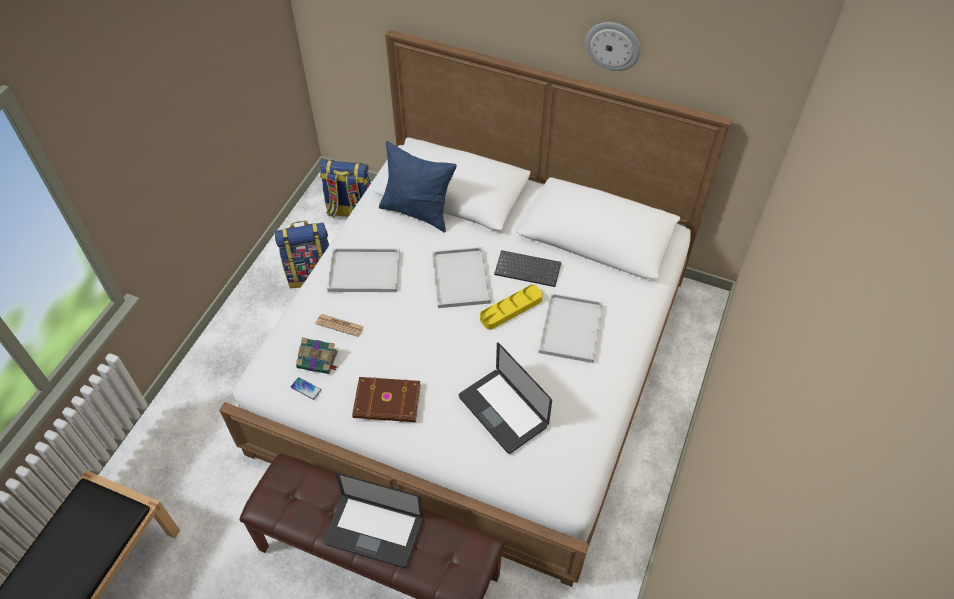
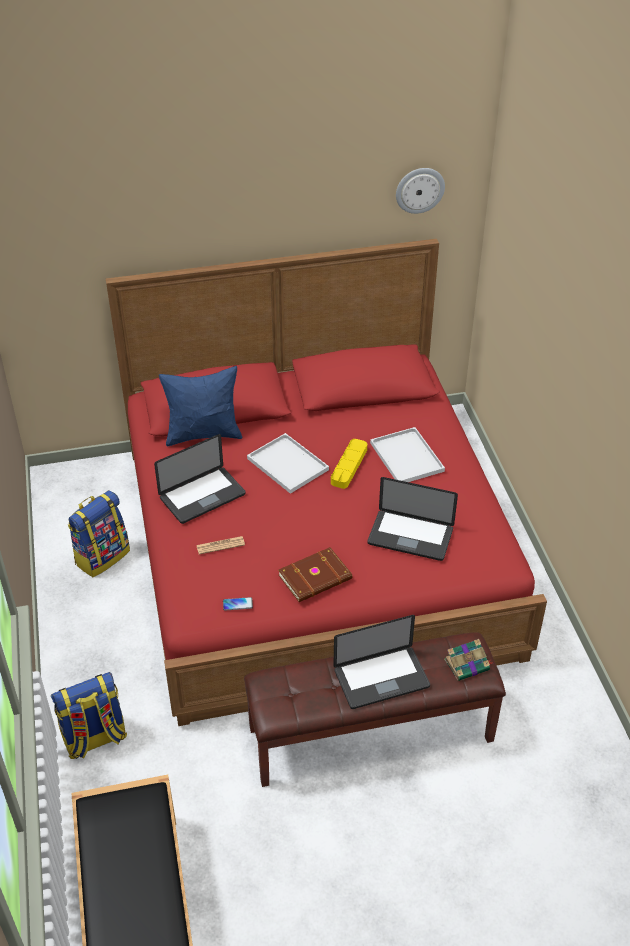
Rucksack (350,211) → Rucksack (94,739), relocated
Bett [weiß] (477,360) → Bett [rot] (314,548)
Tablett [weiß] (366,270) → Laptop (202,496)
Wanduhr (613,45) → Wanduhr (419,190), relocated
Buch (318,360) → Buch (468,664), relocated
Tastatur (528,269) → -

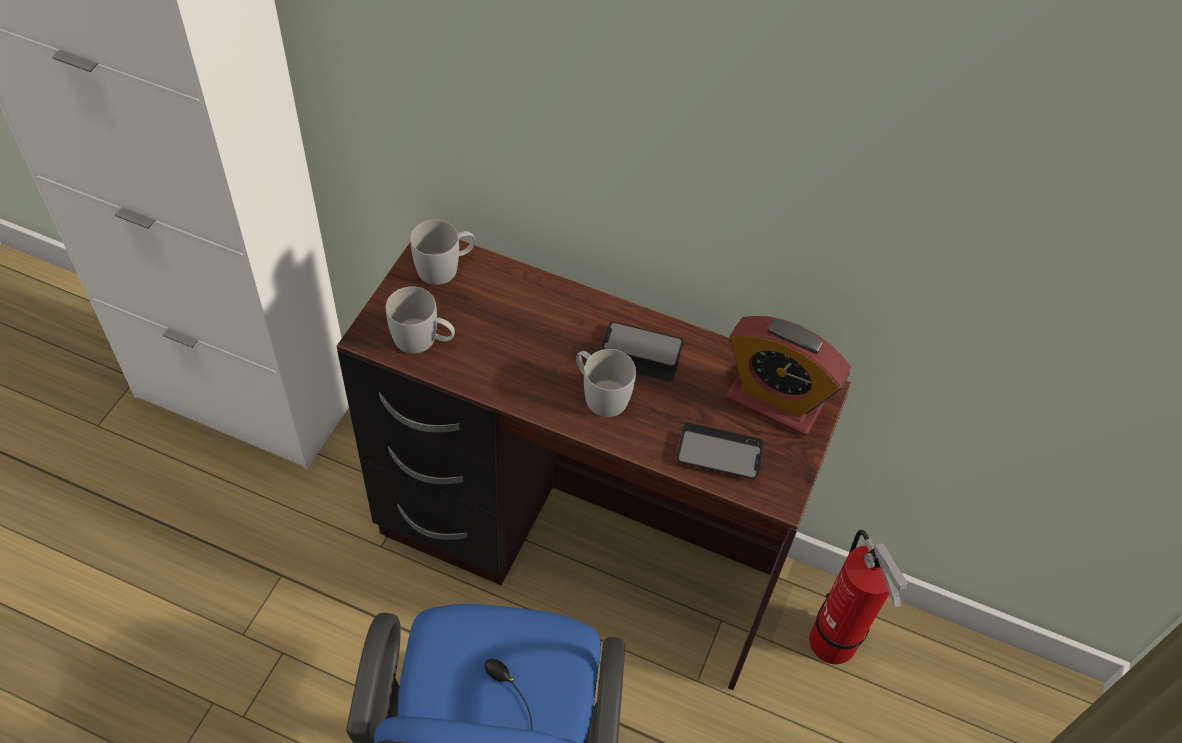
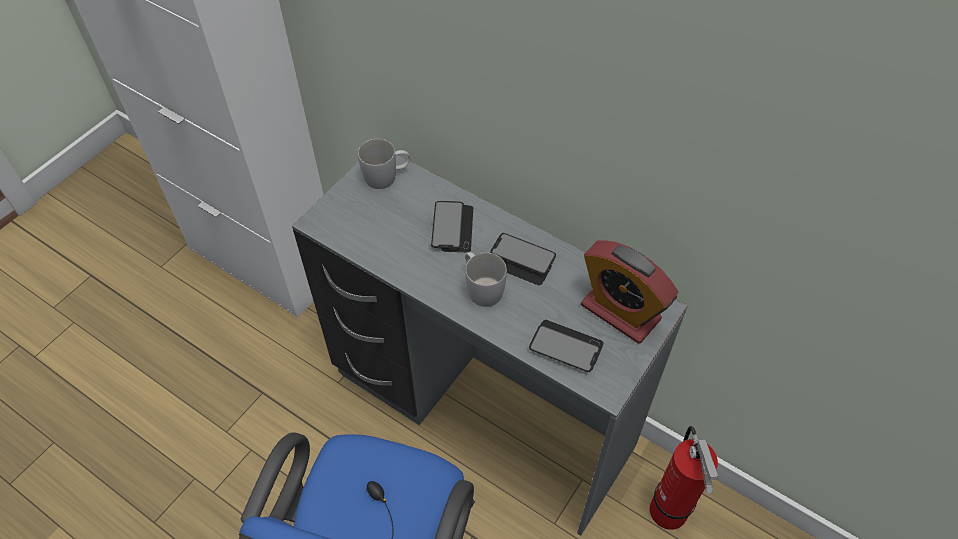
Schreibtisch [braun] (577,556) → Schreibtisch [grau] (481,412)
- → Handy (452,228)
Henkelbecher [weiß] (423,340) → -

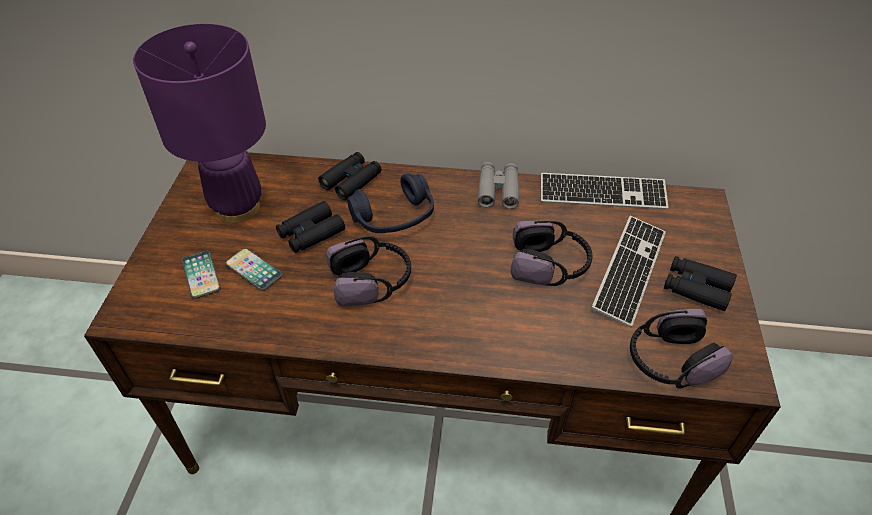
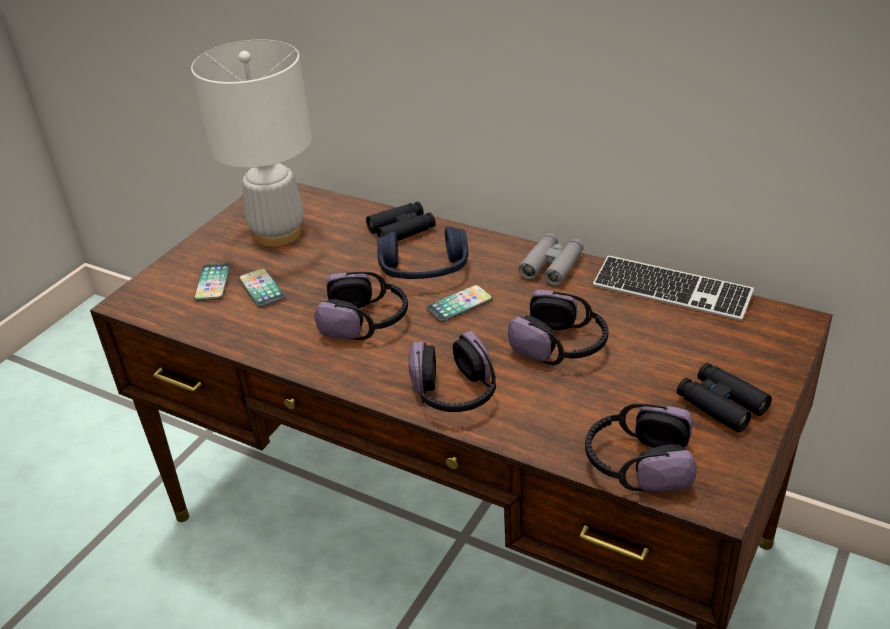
Tischlampe [lila] (237,208) → Tischlampe [weiß] (278,234)
- → Kopfhörer (454,393)
- → Handy (459,304)
Fernglas [schwarz] (311,233) → -
Tastatur (629,271) → -

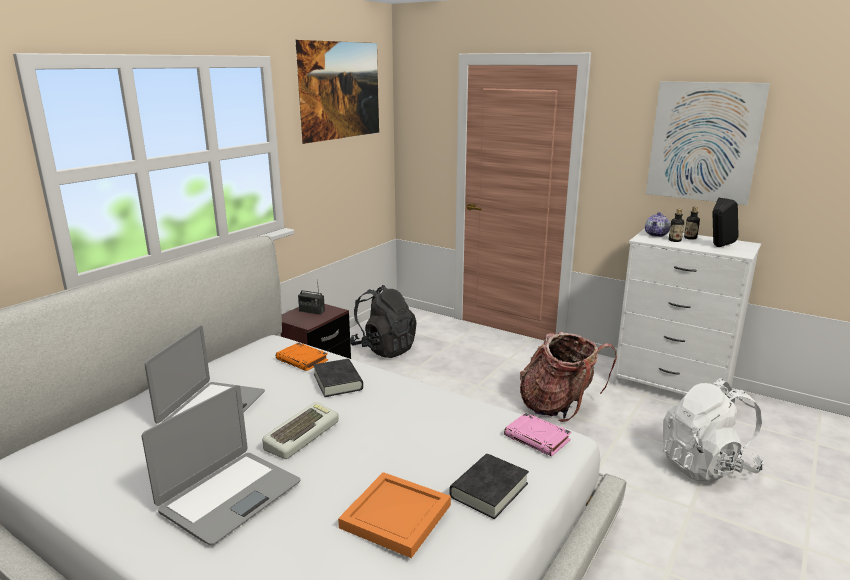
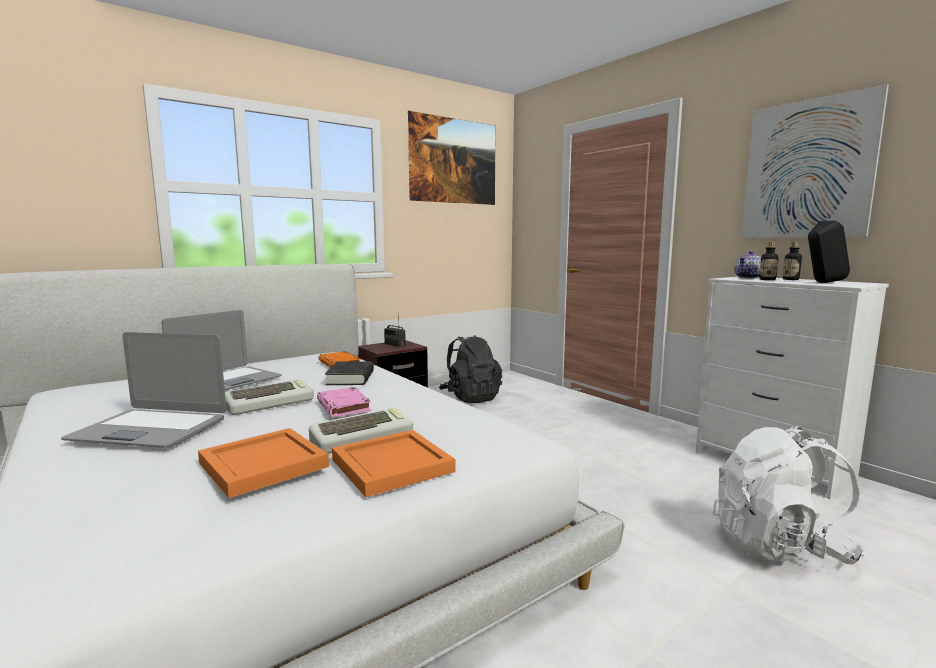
Laptop (229,496) → Laptop (150,429), 45 degrees clockwise
- → Tastatur (362,437)
Buch [rosa] (538,438) → Buch [rosa] (344,406), relocated
Buch [schwarz] (489,490) → Tablett [orange] (390,465)
Rucksack (559,406) → -

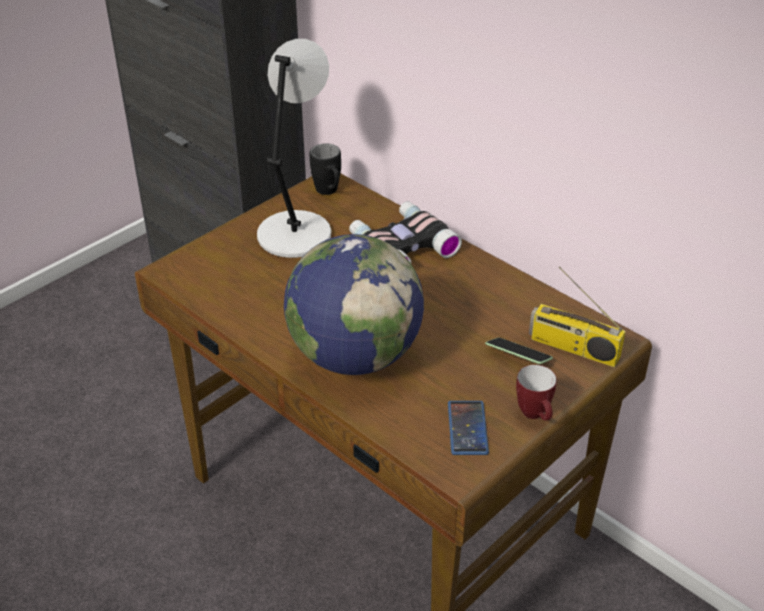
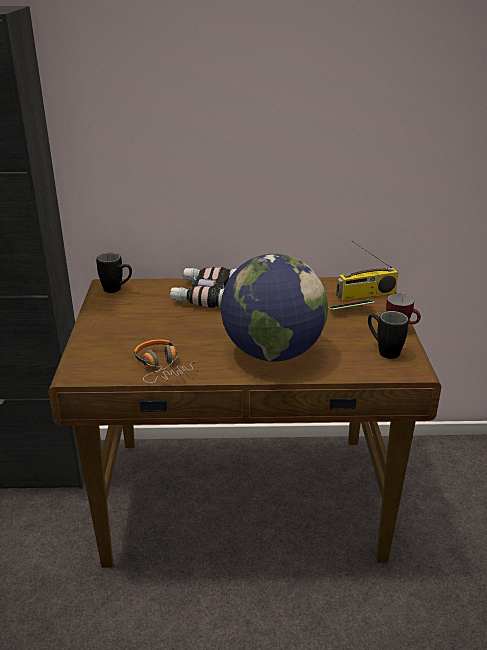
- → Kopfhörer (162,367)
Handy (467,428) → Henkelbecher [schwarz] (383,350)
Tischlampe [grau] (296,232) → -

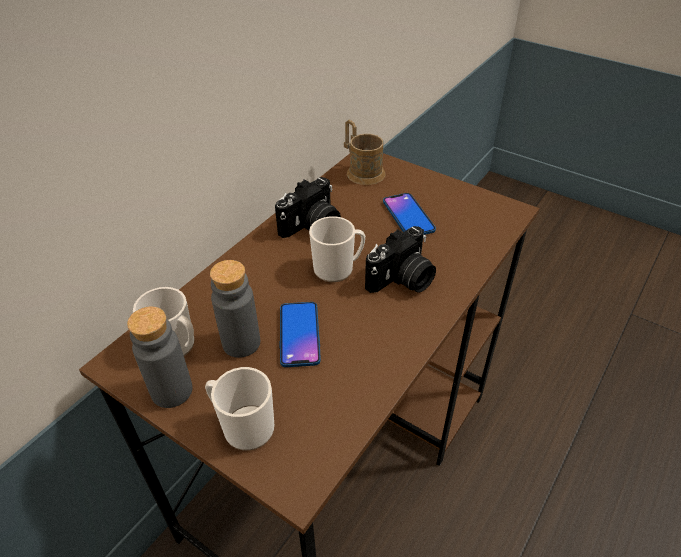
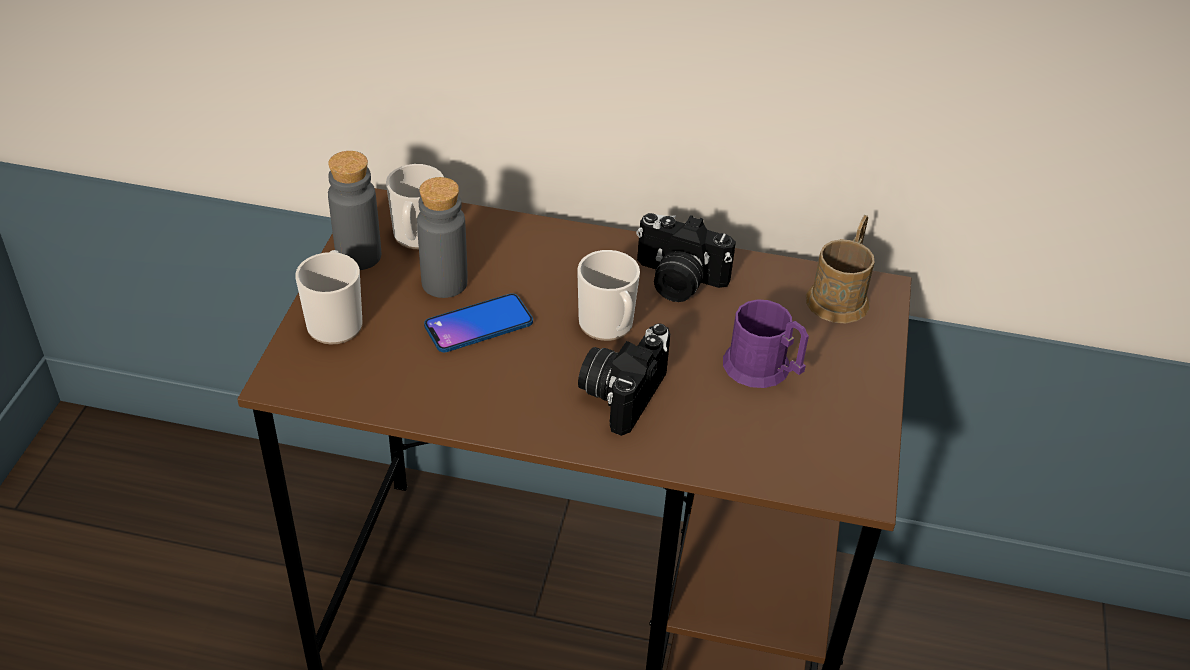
Kamera (402,280) → Kamera (621,393), 90 degrees clockwise
Handy (408,216) → Henkelbecher [lila] (764,369)

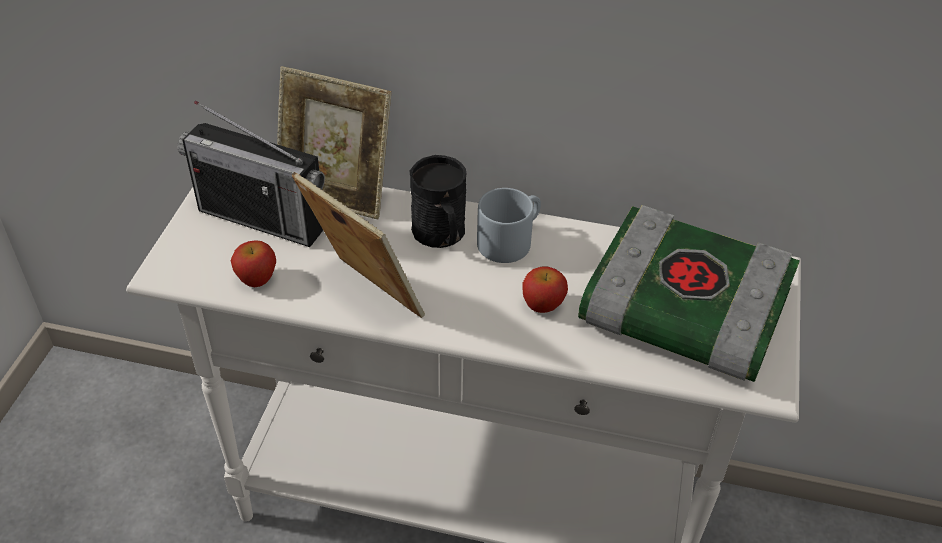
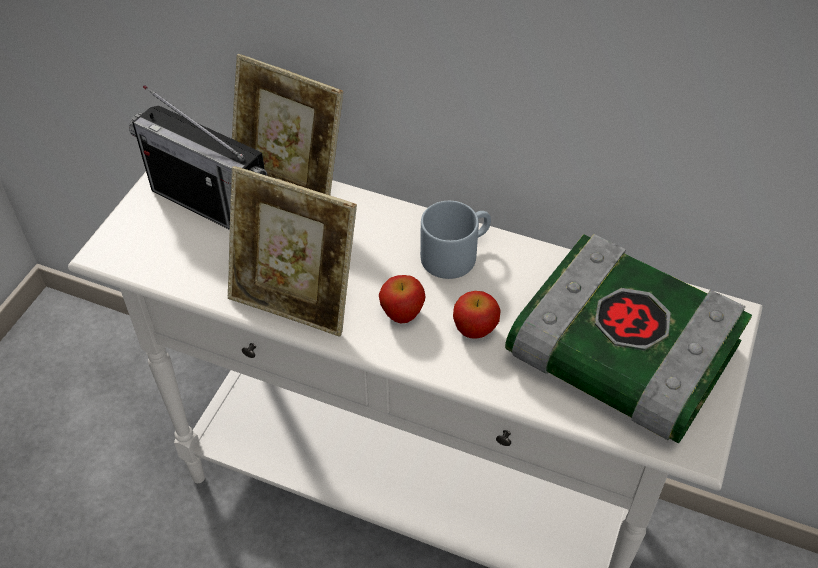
Bilderrahmen (364,297) → Bilderrahmen (295,300), 150 degrees clockwise
Apfel (257,278) → Apfel (402,312), relocated
Henkelbecher [schwarz] (441,234) → -

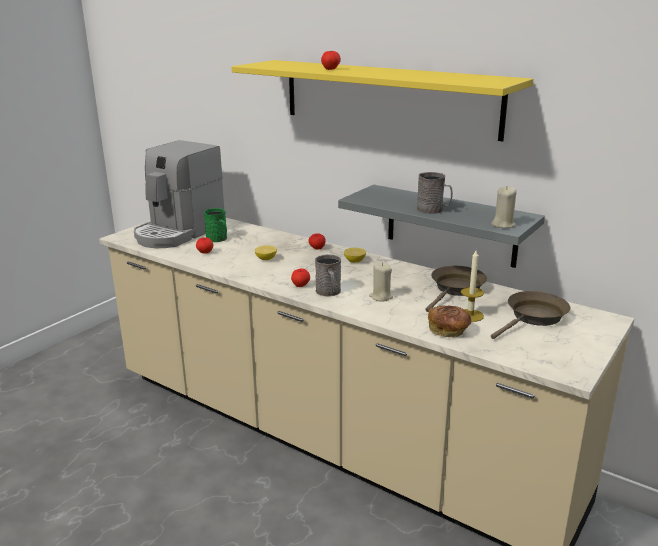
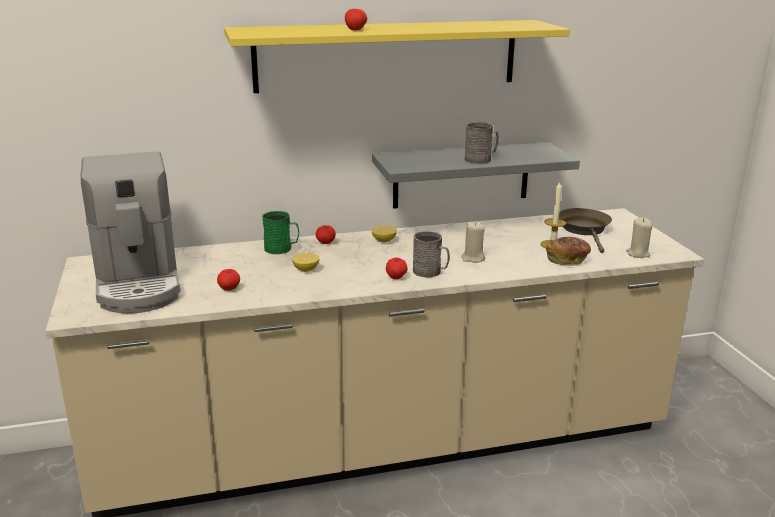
Henkelbecher [grün] (218,239) → Henkelbecher [grün] (282,249), relocated
Kerze [beige] (503,224) → Kerze [beige] (637,254), relocated
Pfanne [braun] (456,289) → -

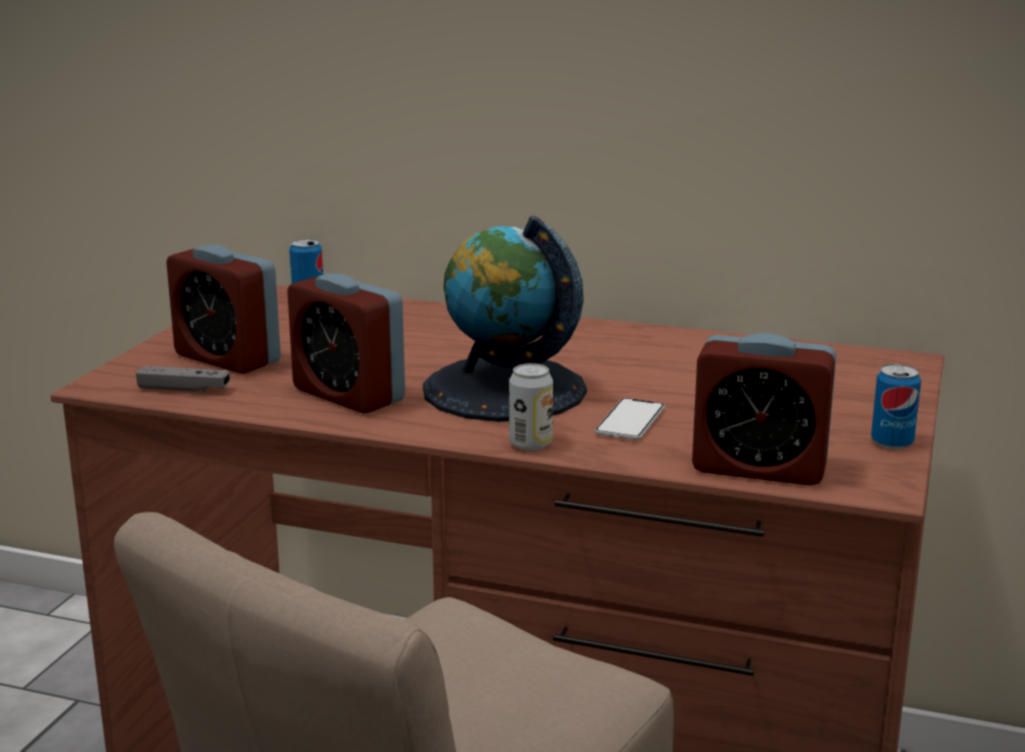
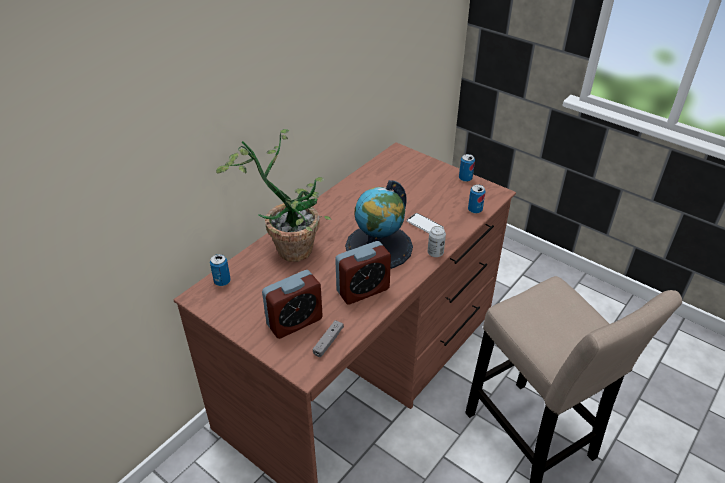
- → Topfpflanze (290,244)
Wecker (759,468) → Dose (475,210)

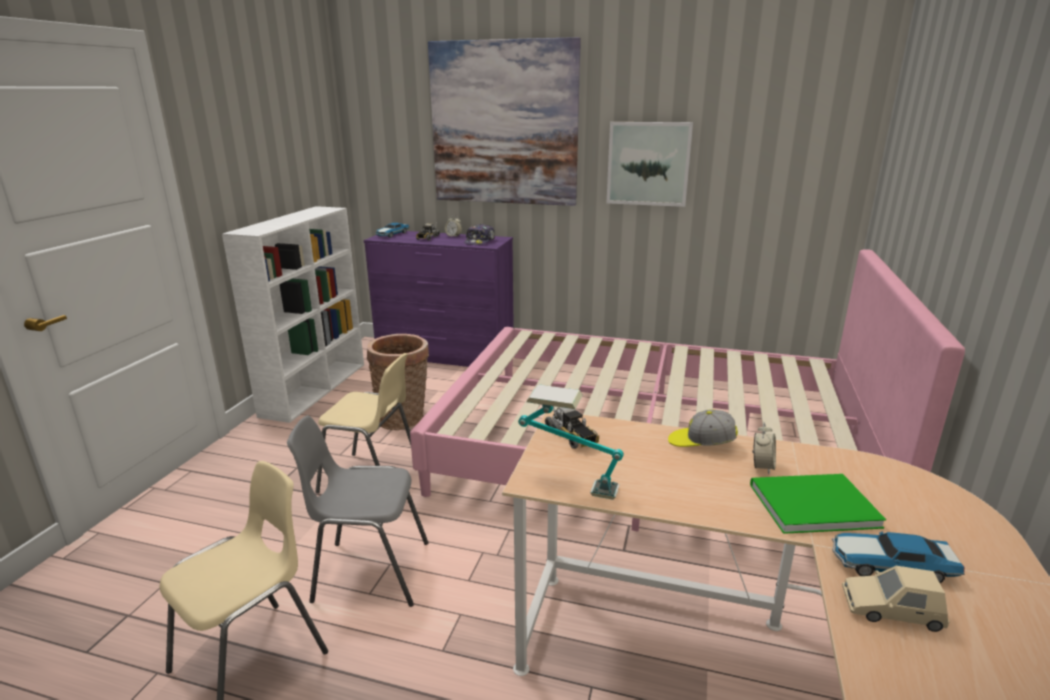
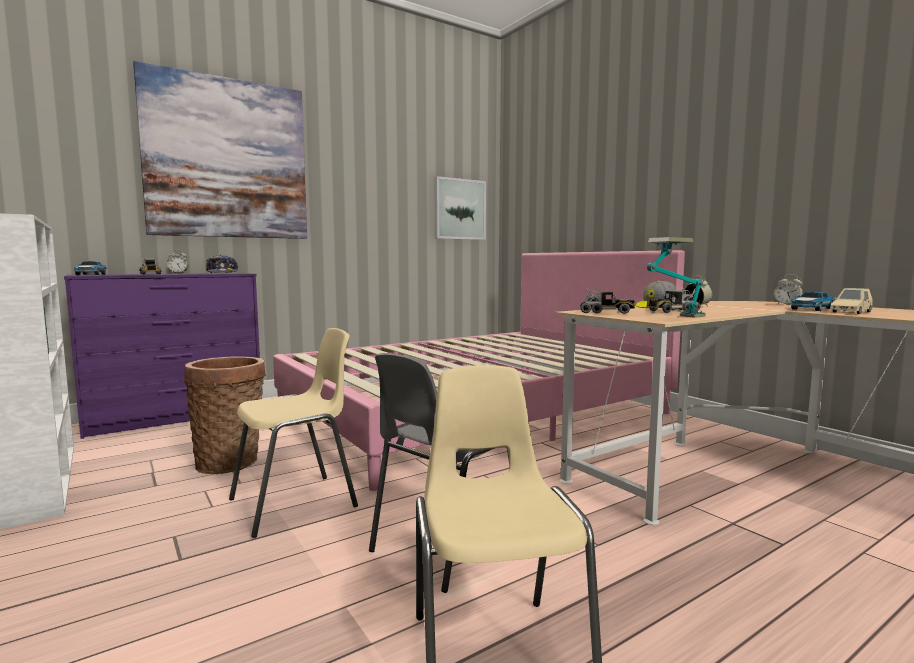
Bild (648,164) → Bild (459,209), relocated
- → Spielzeuglaster (672,311)
- → Wecker (787,304)
Buch [grün] (808,504) → -

